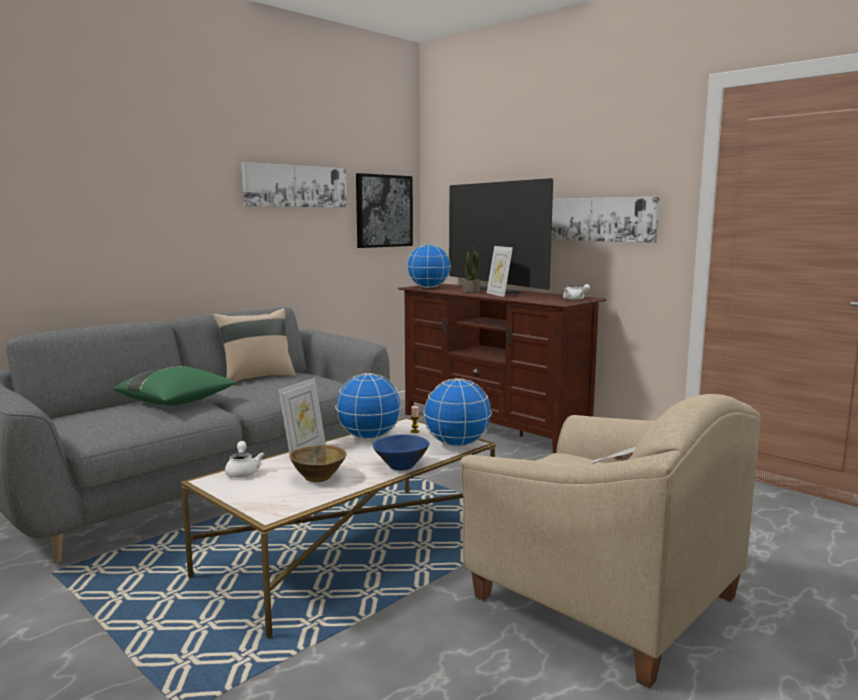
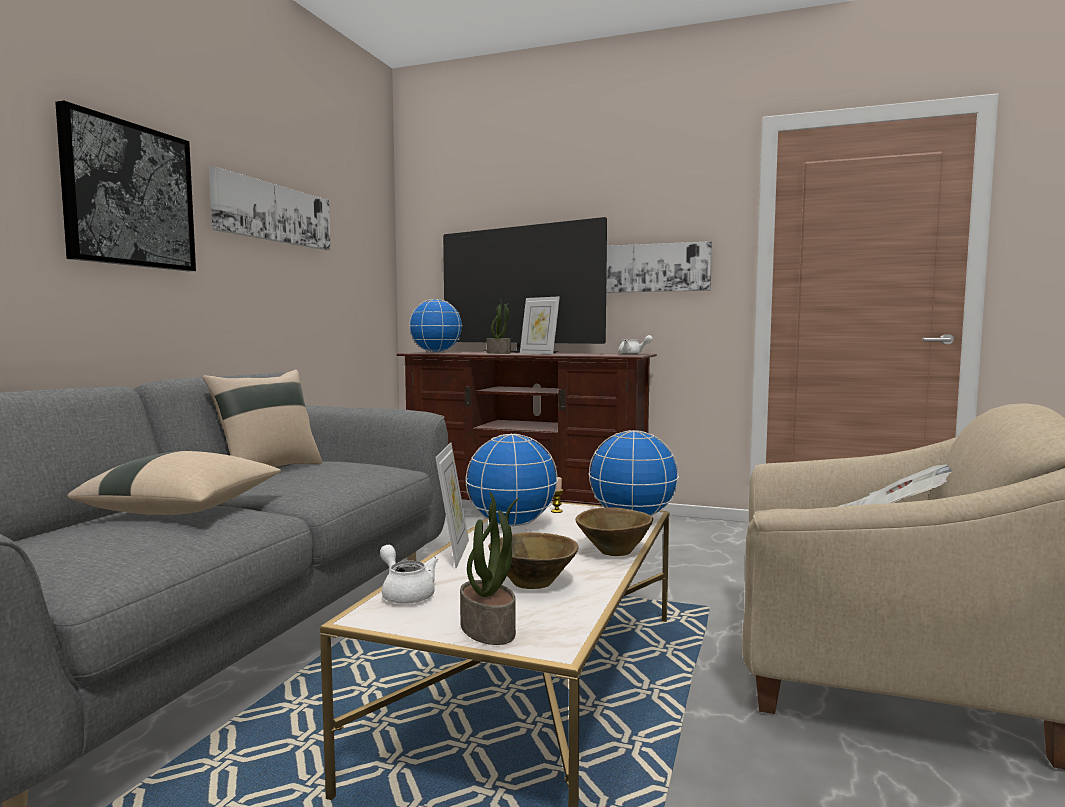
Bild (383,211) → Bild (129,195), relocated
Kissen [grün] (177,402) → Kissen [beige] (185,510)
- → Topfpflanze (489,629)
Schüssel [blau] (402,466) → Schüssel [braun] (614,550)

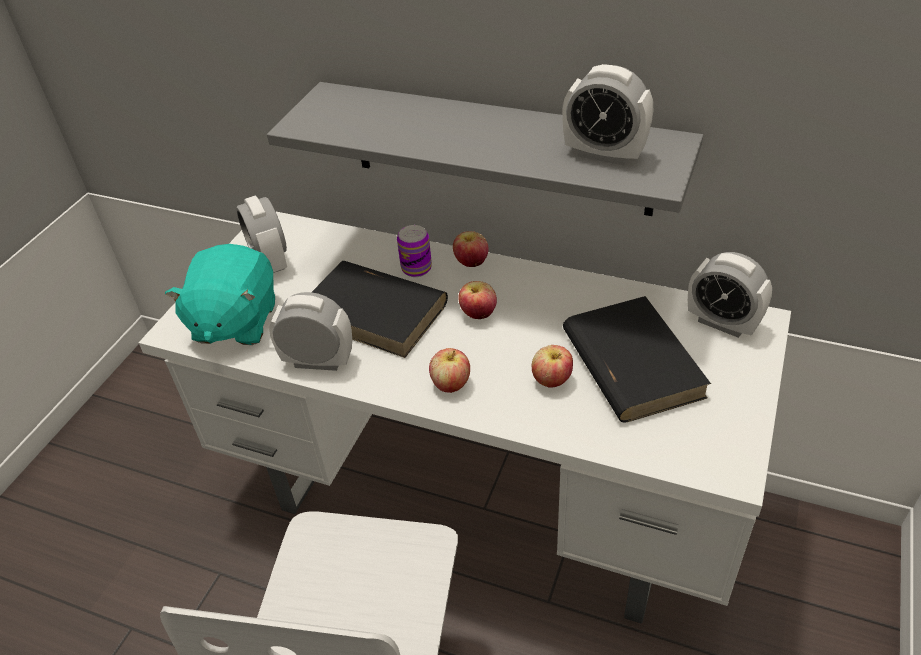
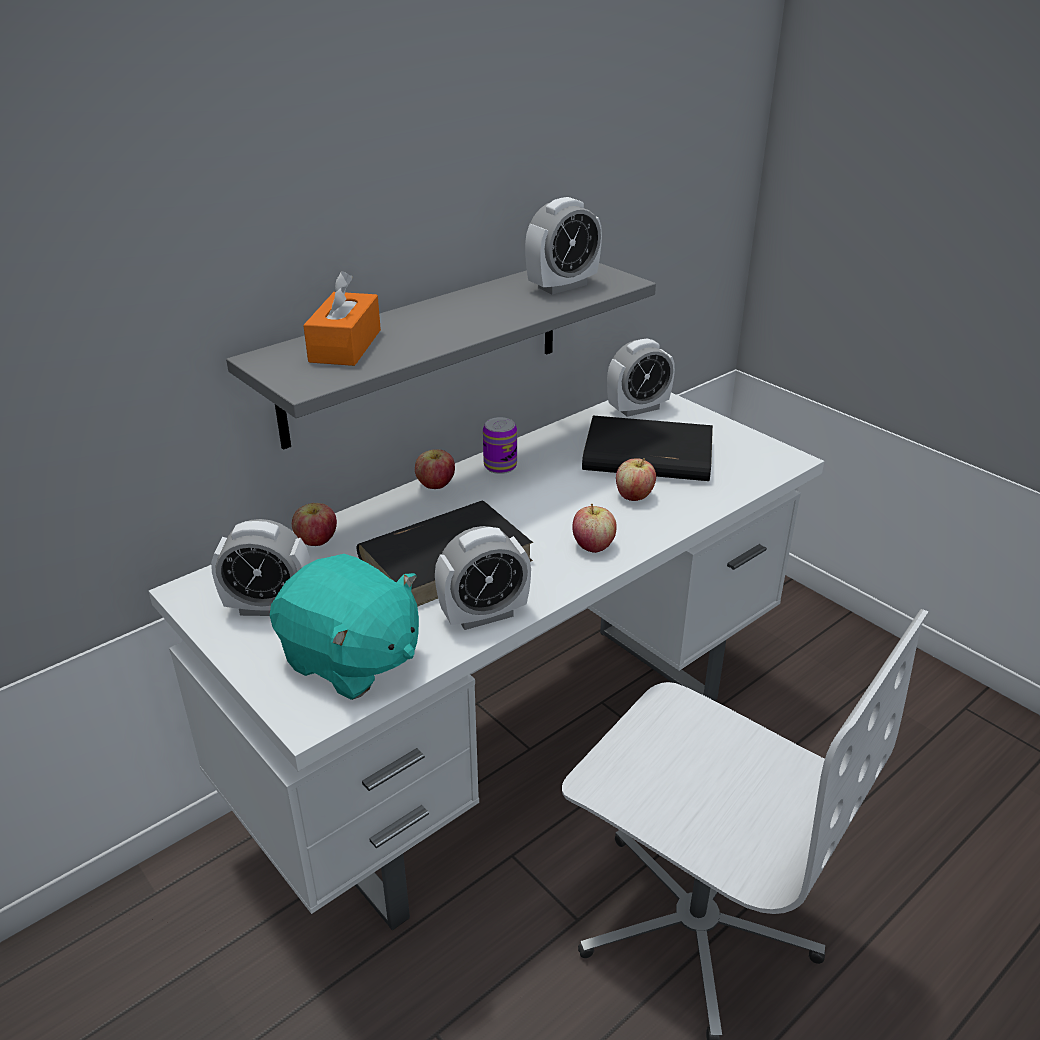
Apfel (478,314) → Apfel (317,542), relocated
- → Taschentuchbox [orange] (345,346)
Wecker (318,361) → Wecker (484,615), 150 degrees counterclockwise
Dose (416,268) → Dose (500,466), relocated

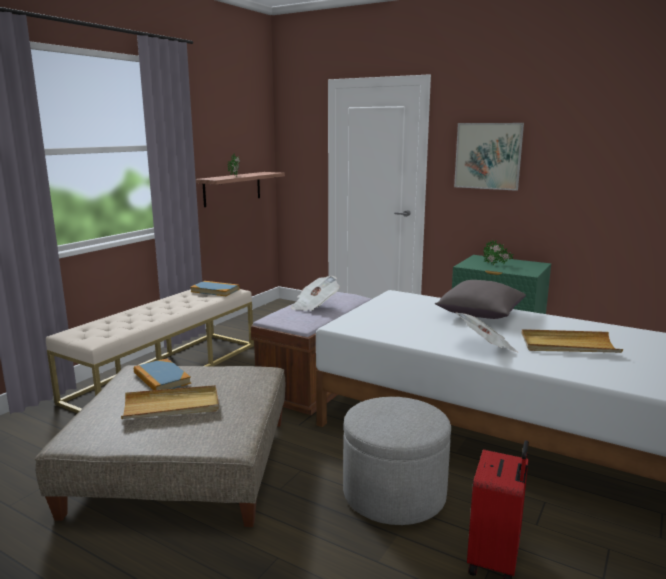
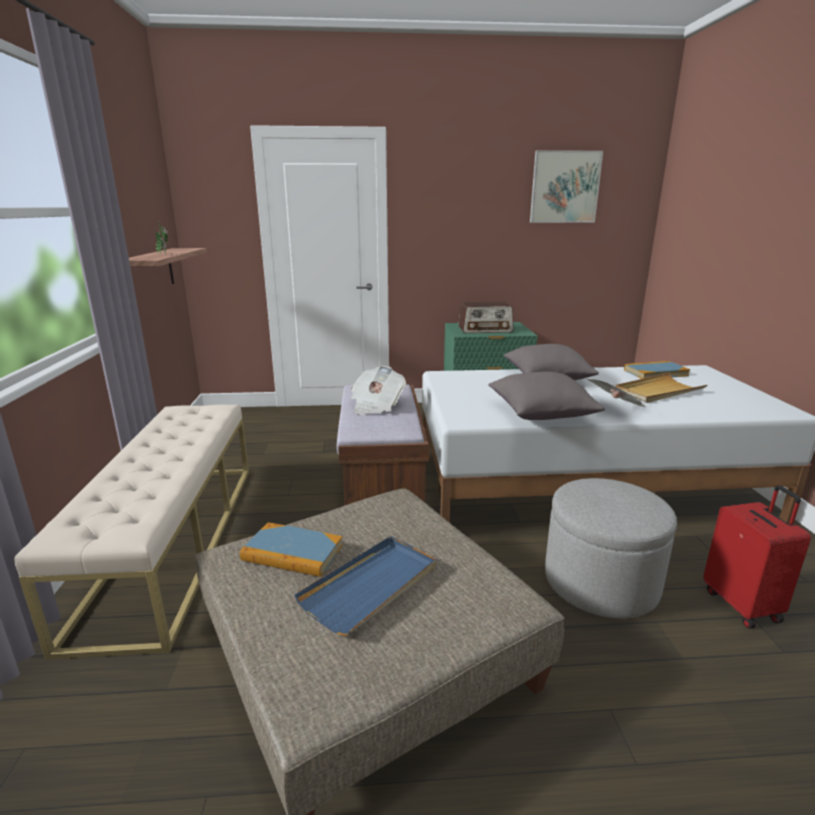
Tablett [beige] (172,406) → Tablett [blau] (371,586)
Topfpflanze (496,265) → Radio (485,330)
- → Kissen [grau] (541,413)
Bild (488,156) → Bild (565,187), relocated
Buch (215,290) → Buch (655,373), relocated

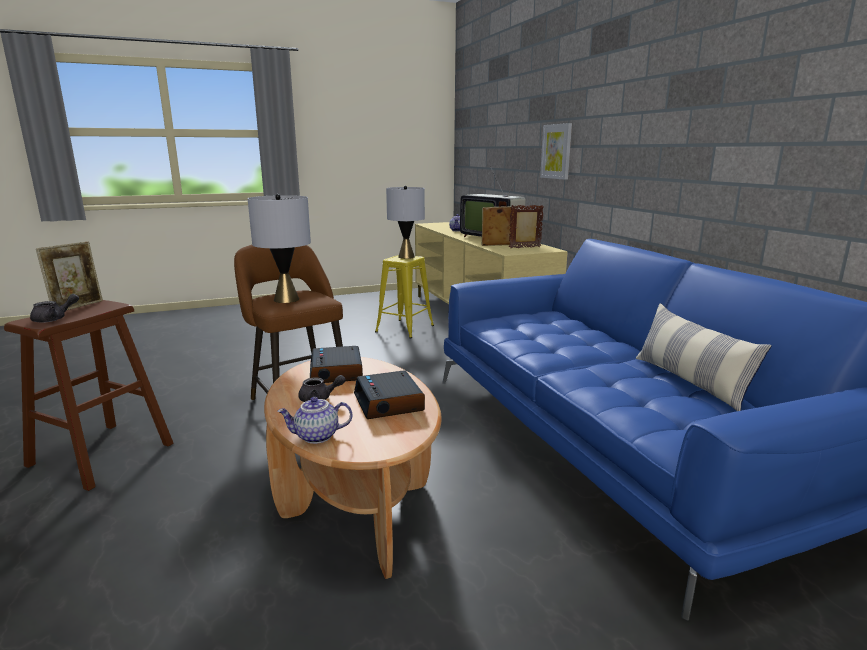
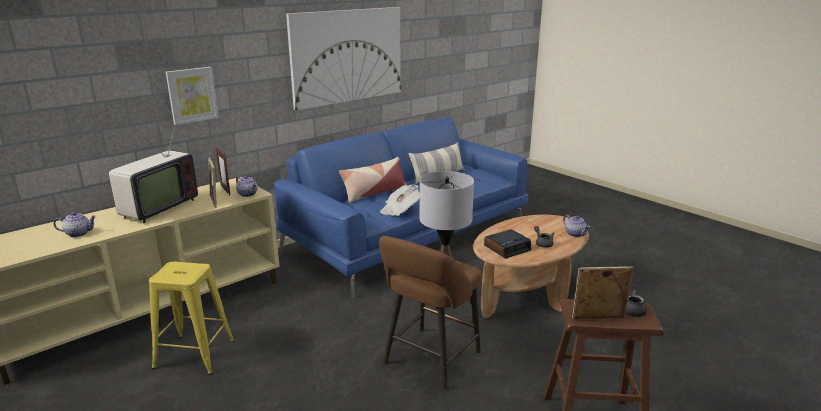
- → Teekanne (248,194)
- → Bild (347,56)
- → Kissen (374,193)
- → Zeitung (400,210)
Wecker (389,403) → -
Tischlampe [grau] (406,257) → -

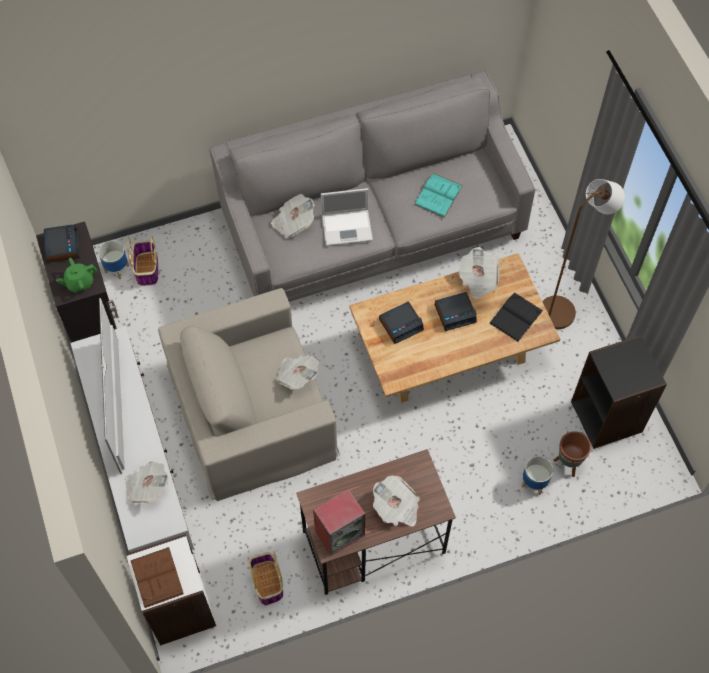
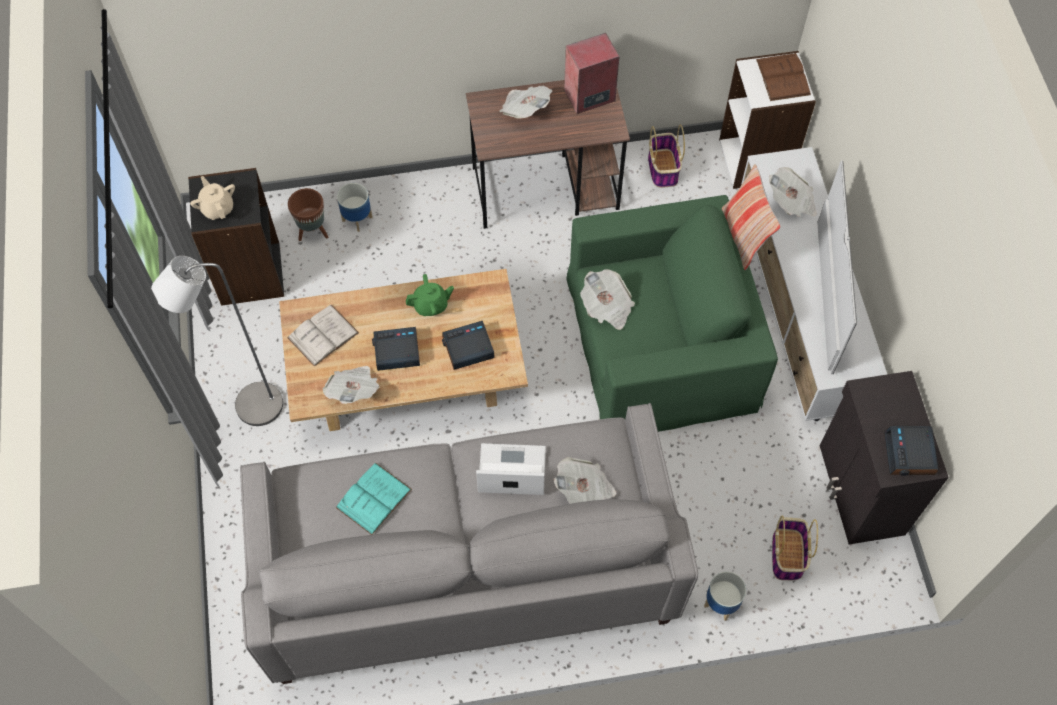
Stehlampe [braun] (562,309) → Stehlampe [grau] (250,408)
- → Teekanne [beige] (217,208)
Buch [schwarz] (516,317) → Buch [weiß] (323,335)
Teekanne [grün] (79,282) → Teekanne [grün] (431,305), relocated
Sessel [beige] (252,412) → Sessel [grün] (661,342)
Pflanzkübel (117,268) → Pflanzkübel (721,604), relocated
- → Kissen (744,237)

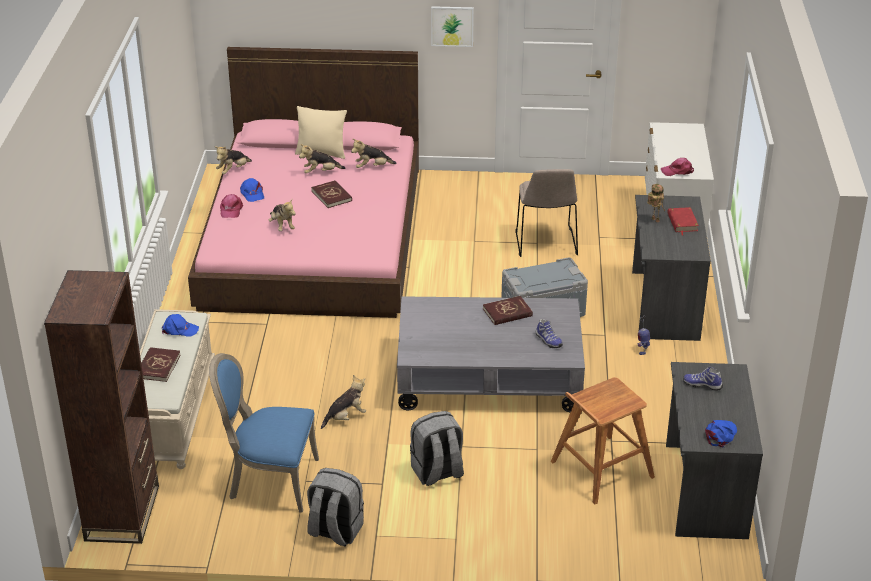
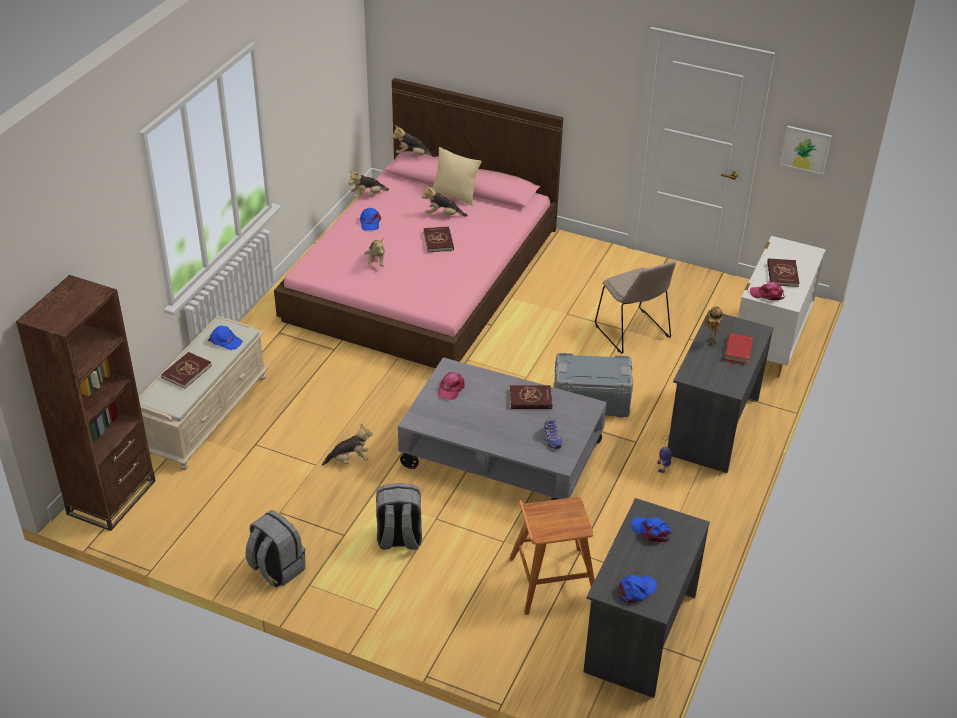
Plüschtier (372,167) → Plüschtier (412,155), relocated
Kappe [rosa] (231,210) → Kappe [rosa] (451,388), relocated
Stuhl [beige] (546,244) → Stuhl [beige] (633,333), 45 degrees counterclockwise
Schuh (702,384) → Kappe [blau] (651,531)
- → Buch [rot] (782,274)
Bild (452,26) → Bild (805,149), relocated
Stuhl [blau] (270,481) → -

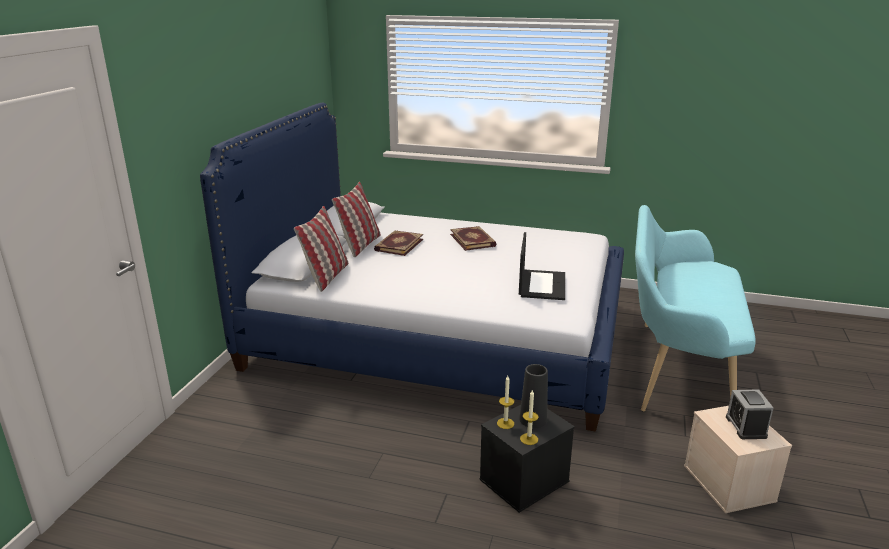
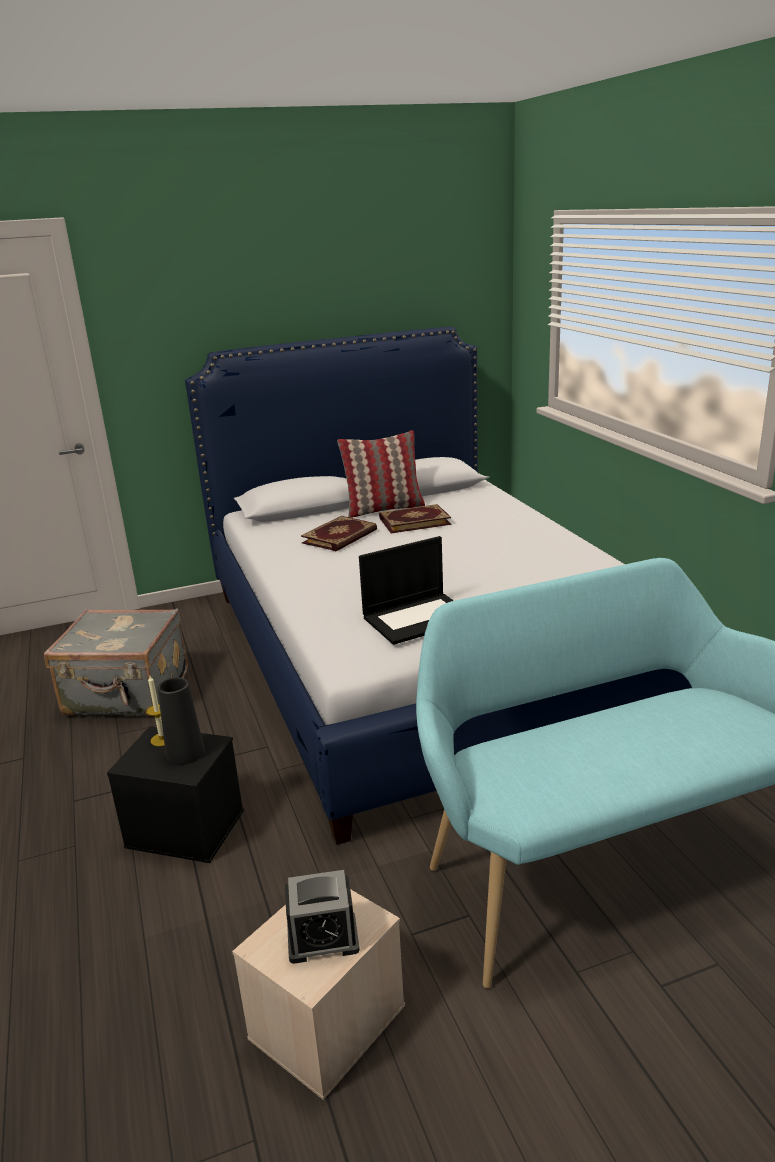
- → Koffer [grau] (127,694)
Wecker (746,427) → Wecker (323,938), 150 degrees counterclockwise
Buch (473,240) → Buch (340,537), relocated
Kissen (326,276) → -
Kerze (529,439) → -

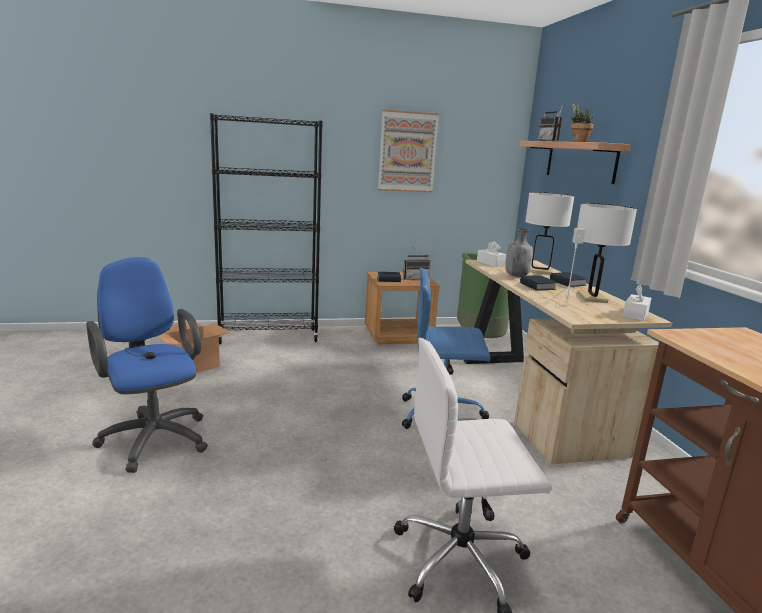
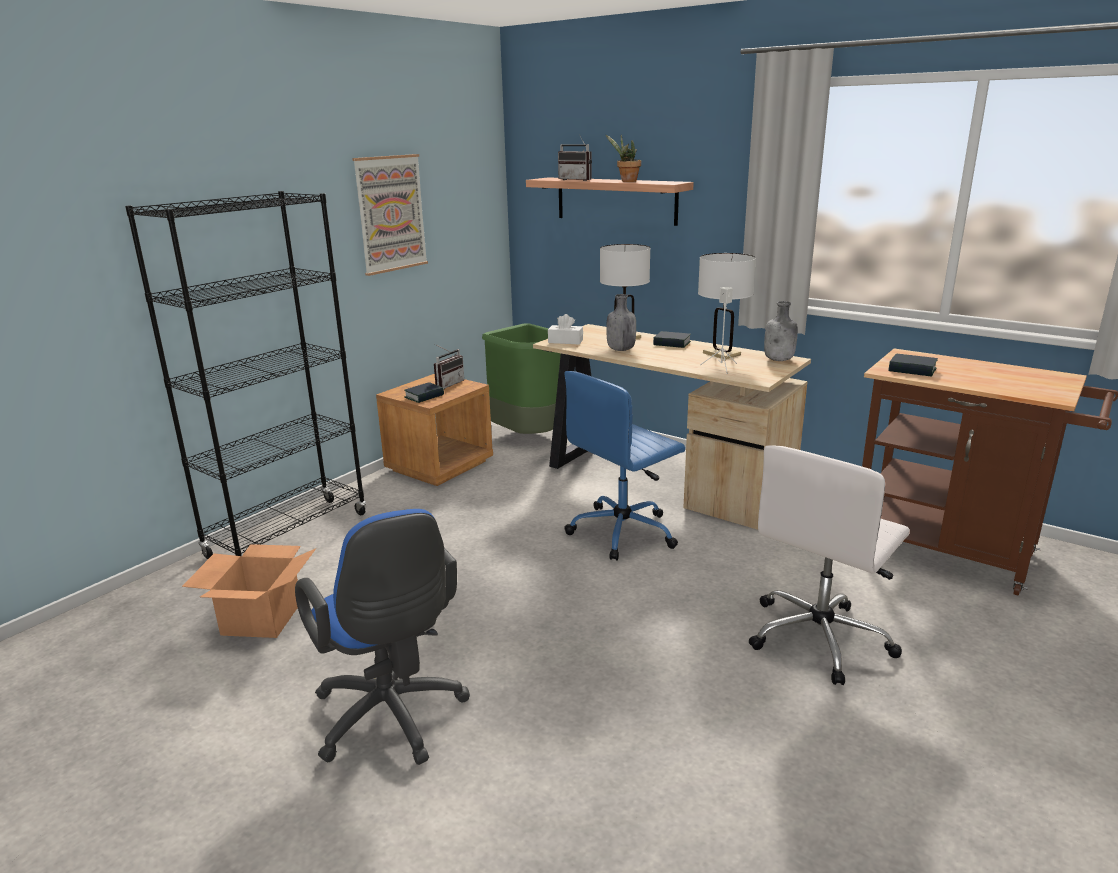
Bürostuhl [blau] (154,436) → Bürostuhl [blau] (392,719), 135 degrees counterclockwise
Taschentuchbox [weiß] (635,314) → Flasche [grau] (779,360)
Buch (537,286) → Buch (912,370), relocated

